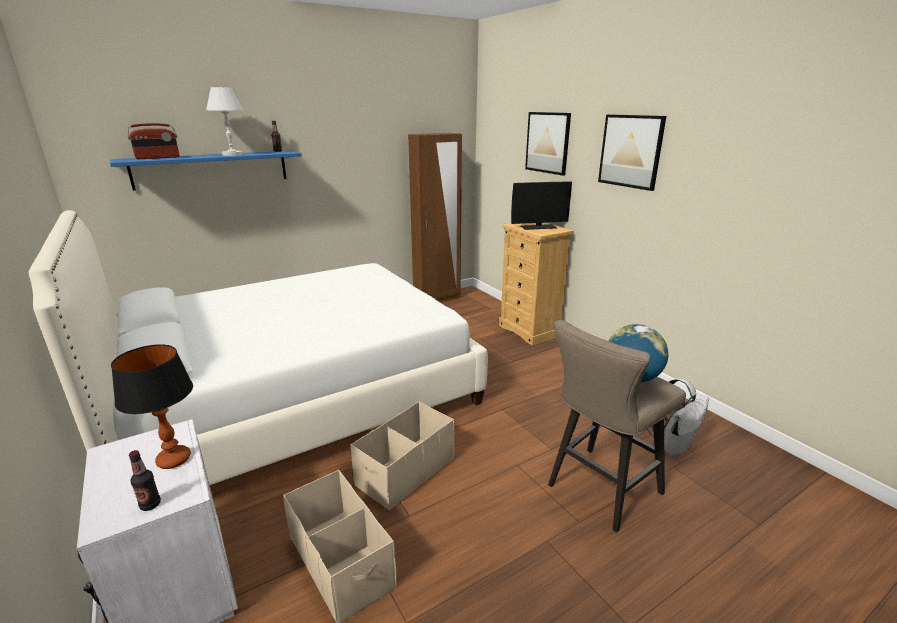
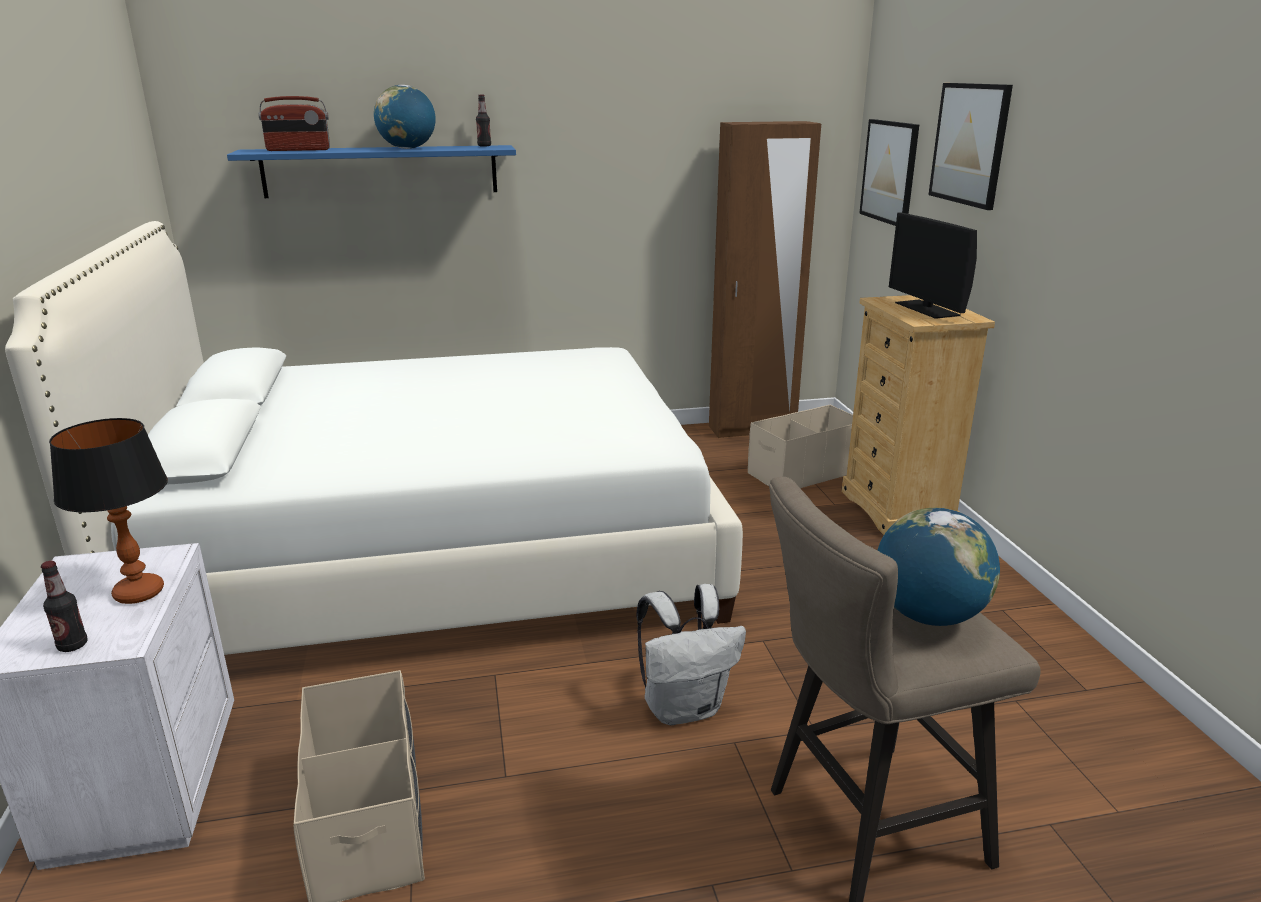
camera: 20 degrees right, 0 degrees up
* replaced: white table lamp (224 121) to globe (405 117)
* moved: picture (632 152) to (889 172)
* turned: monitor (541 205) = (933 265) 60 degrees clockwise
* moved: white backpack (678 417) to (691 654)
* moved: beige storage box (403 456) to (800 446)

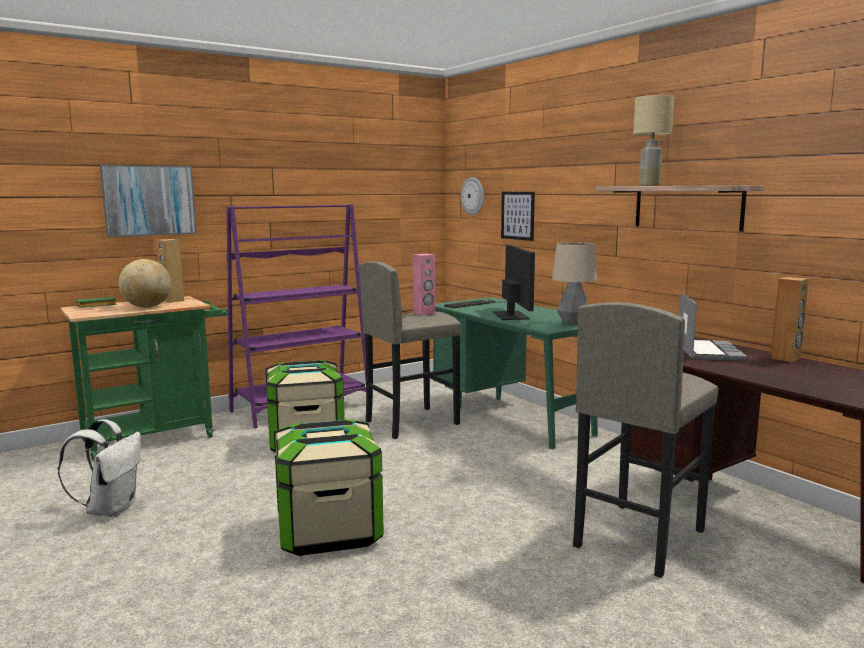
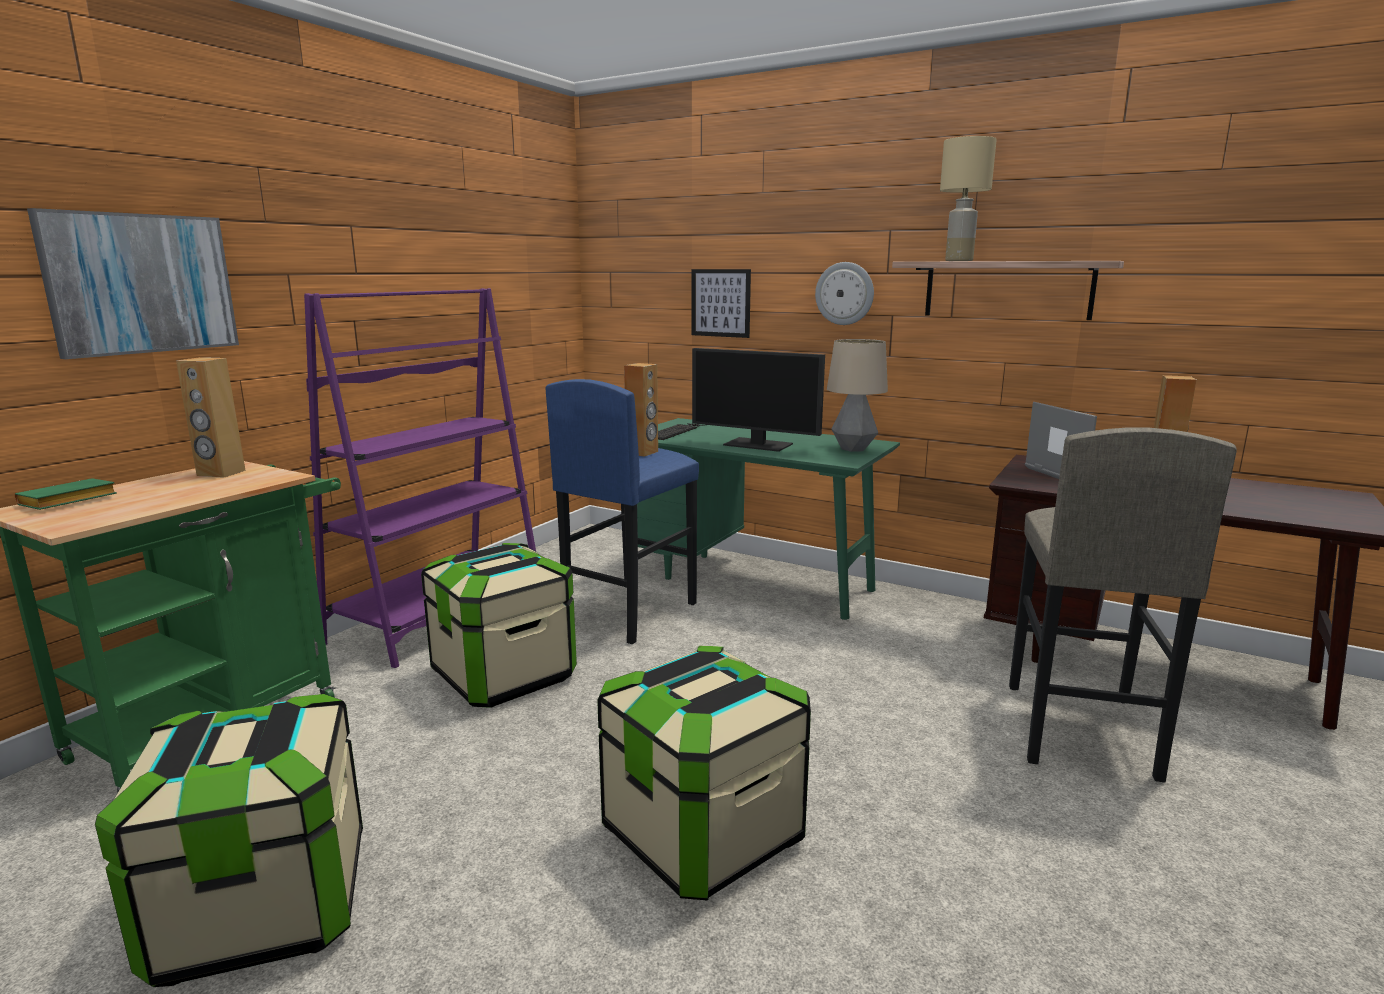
camera: 25 degrees left, 5 degrees up
* moved: wall clock (472 196) to (844 293)
* turned: monitor (514 282) = (758 400) 150 degrees clockwise
* recoloured: pink speaker (424 285) to brown speaker (641 410)
* removed: globe (145 283)
* recoloured: grey stool (410 350) to blue stool (622 511)
* replaced: white backpack (99 468) to storage box (229 840)

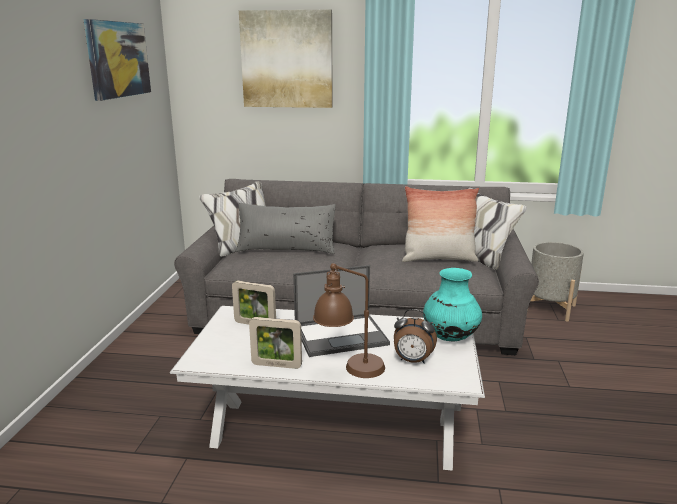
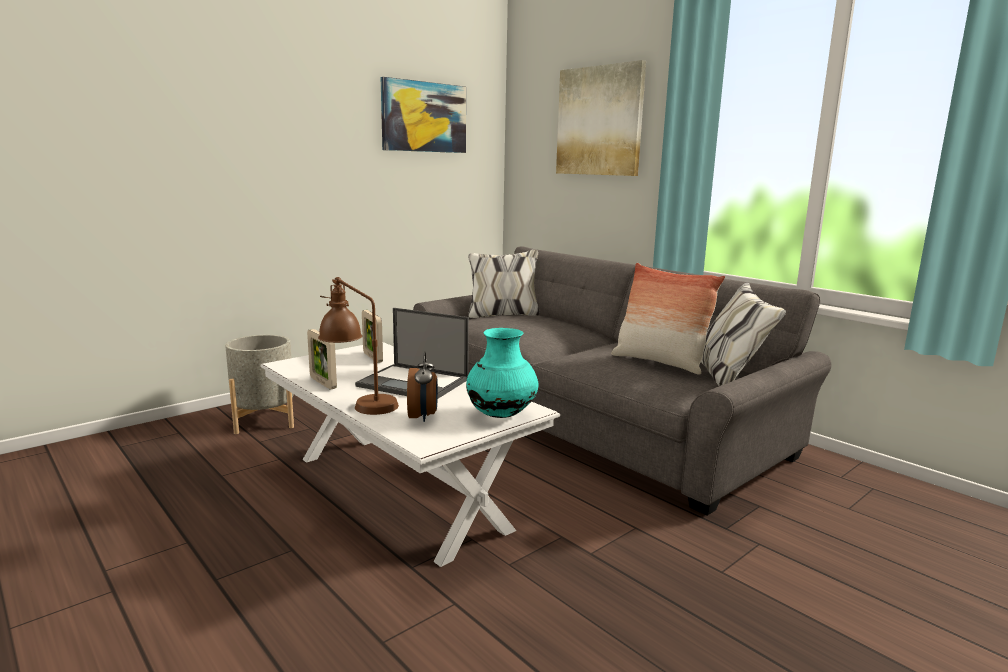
camera: 40 degrees right, 5 degrees down
* removed: grey pillow (286 228)
* moved: grey planter (555 282) to (259 384)
* turned: alarm clock (415 336) = (422 386) 150 degrees counterclockwise

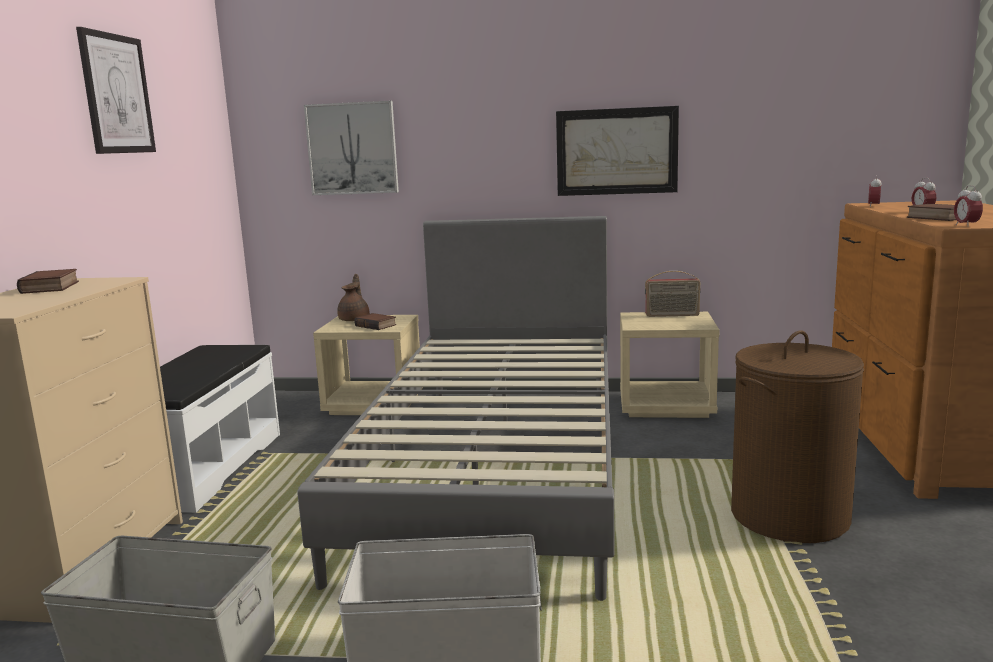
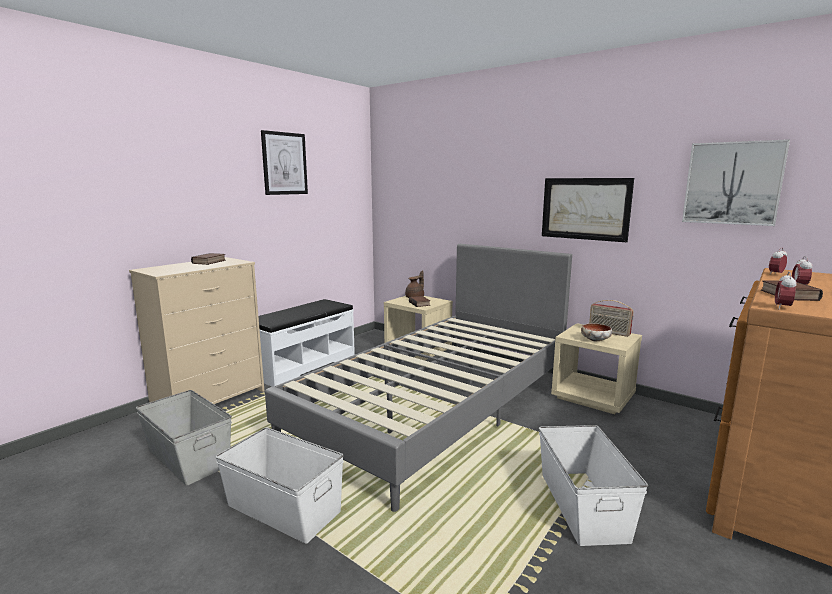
camera: 30 degrees right, 0 degrees up
* moved: picture (351 148) to (736 182)
* replaced: brown laundry basket (797 436) to white storage box (593 485)
* added: bowl (596 332)

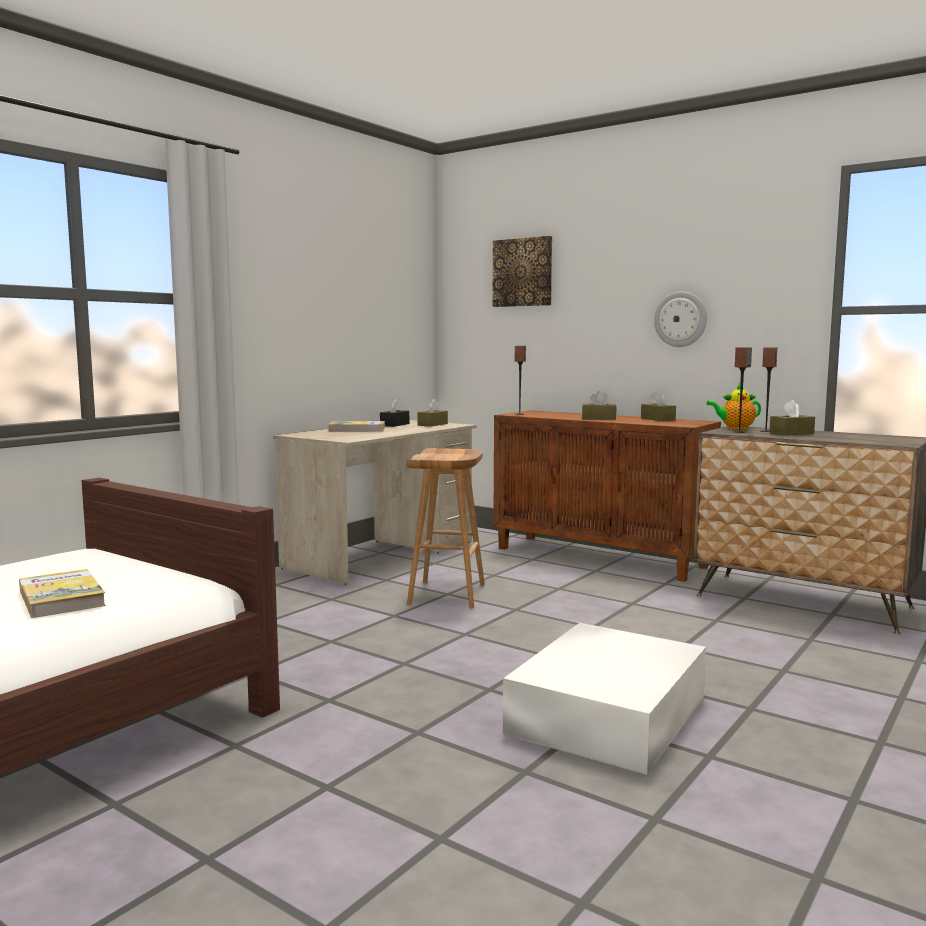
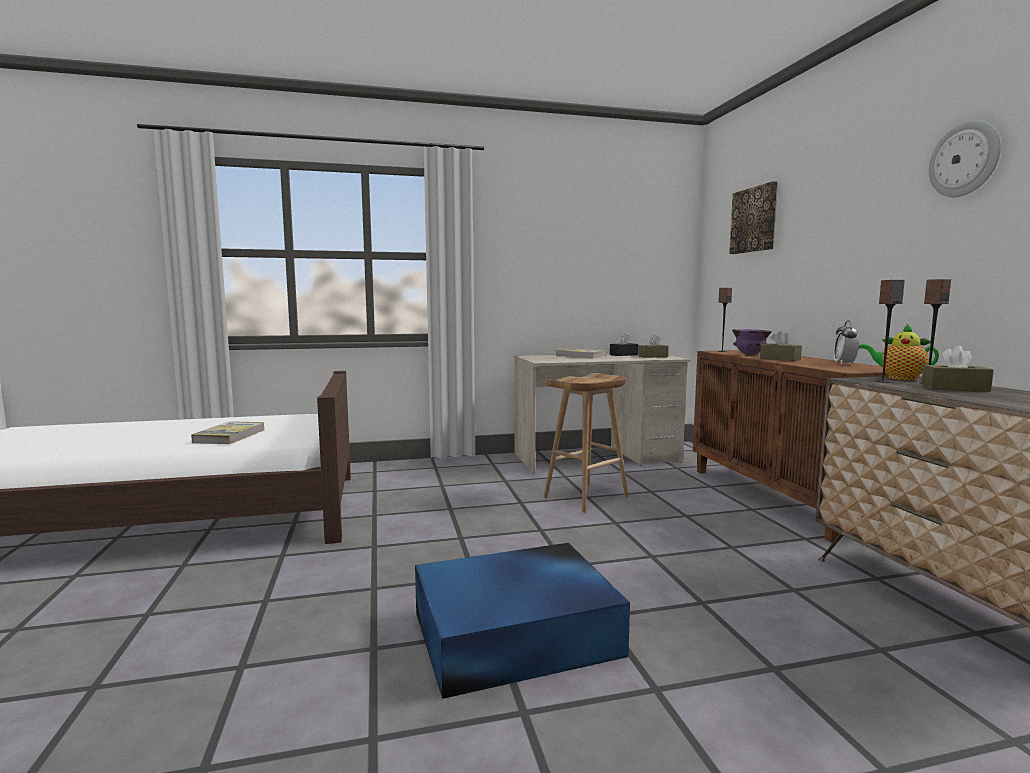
camera: 40 degrees right, 0 degrees up
* moved: wall clock (680 319) to (965 158)
* replaced: brown tissue box (658 406) to alarm clock (846 343)
* recoloured: white storage box (604 699) to blue storage box (522 621)
* added: purple bowl (752 342)

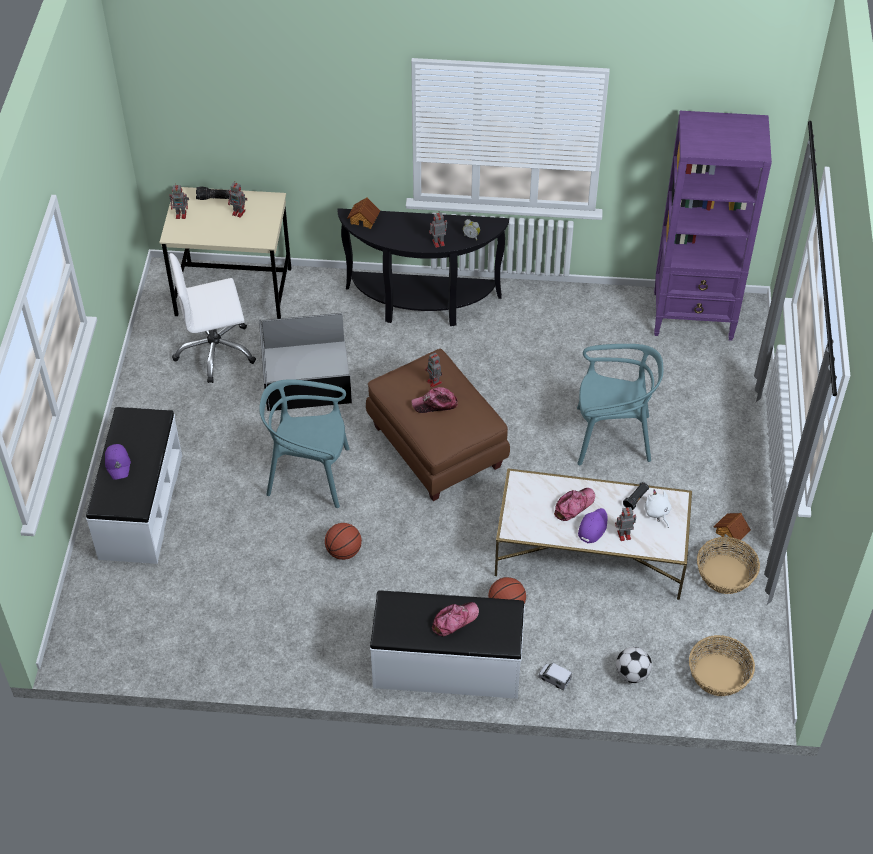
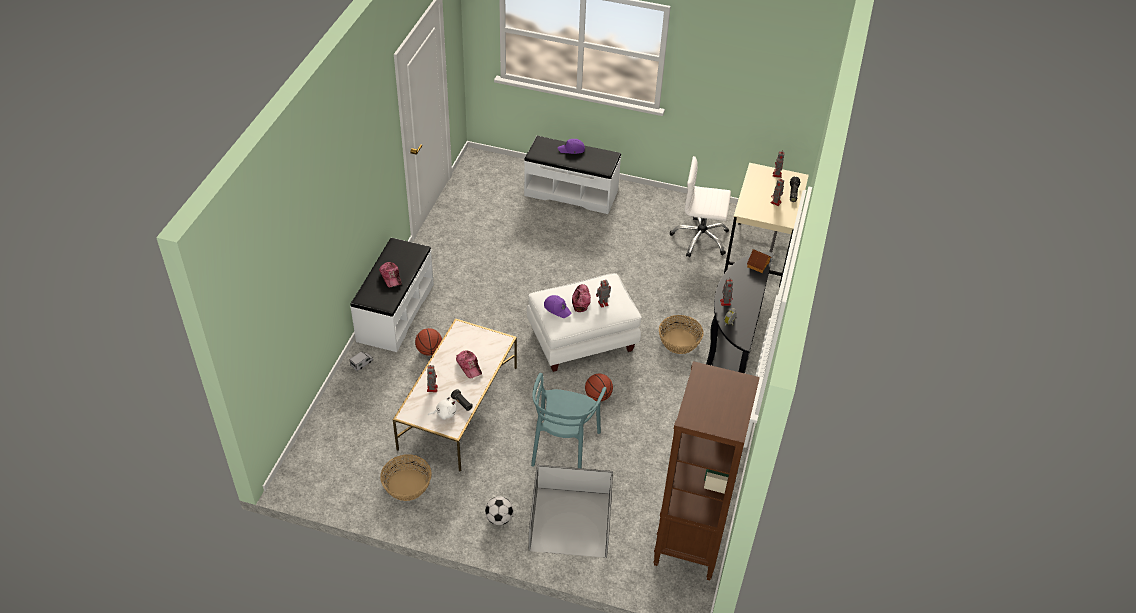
camera: 100 degrees right, 5 degrees down
* recoloured: purple bookcase (713 226) to brown bookcase (706 470)
* turned: white office chair (212 318) = (700 206) 75 degrees counterclockwise
* moved: black storage box (306 362) to (571 511)
* recoloured: brown ottoman (438 425) to white ottoman (584 322)
* removed: turquoise chair (304 443)
* moved: purple cap (593 525) to (558 306)
* removed: toy house (732 529)
* moved: basketball (343 541) to (599 387)
* moved: basket (722 665) to (681 334)
* moved: football (634 665) to (499 510)

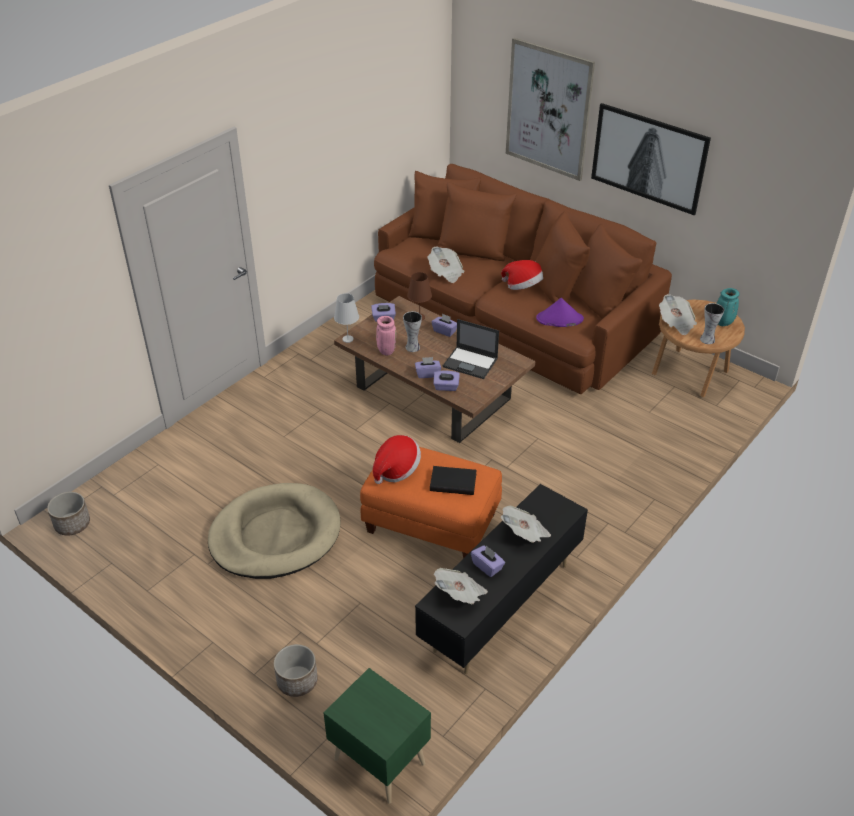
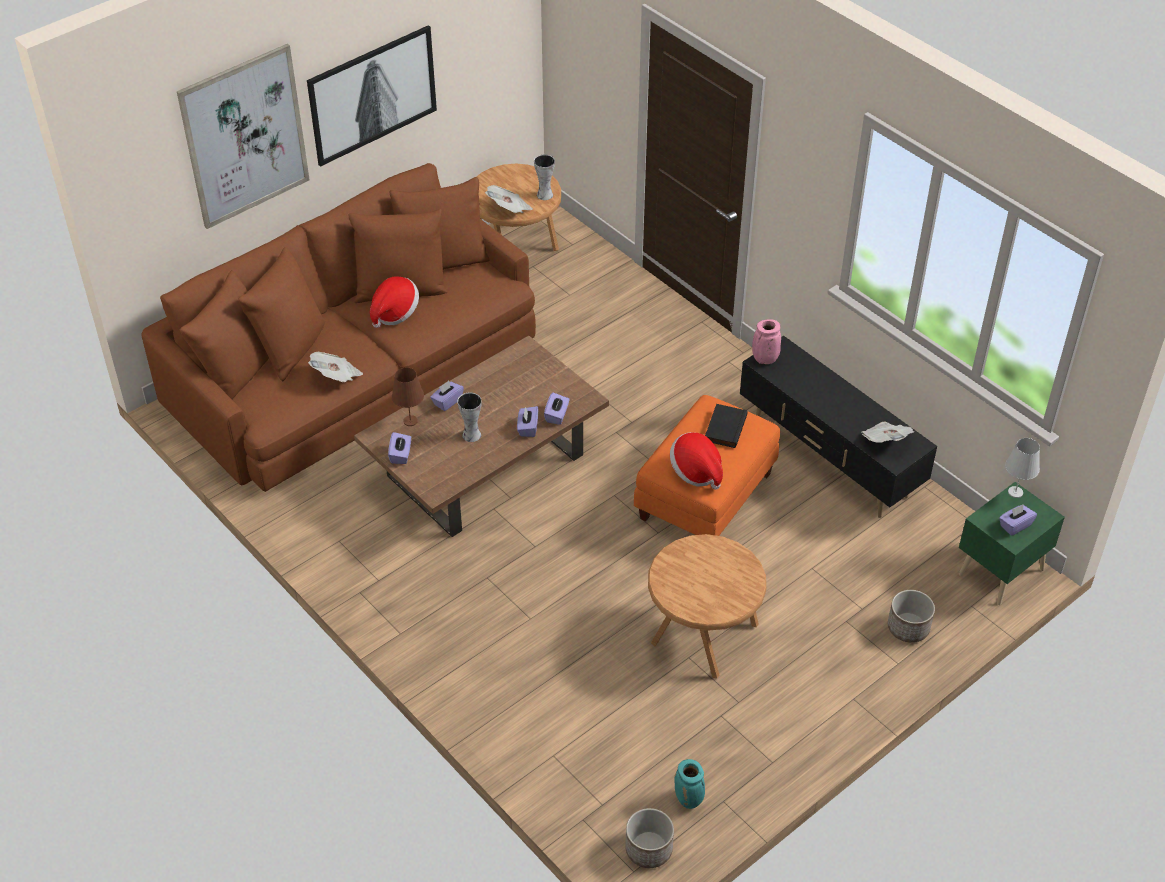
camera: 80 degrees left, 5 degrees up
* moved: turquoise vase (728 307) to (689 784)
* moved: white table lamp (346 318) to (1022 468)
* removed: purple hat (560 312)
* moved: pink vase (386 335) to (766 341)
* removed: laptop (471 349)
* replaced: beige dog bed (274 531) to brown side table (707 606)
* removed: newspaper (525 524)
* moved: purple tissue box (488 561) to (1018 520)

